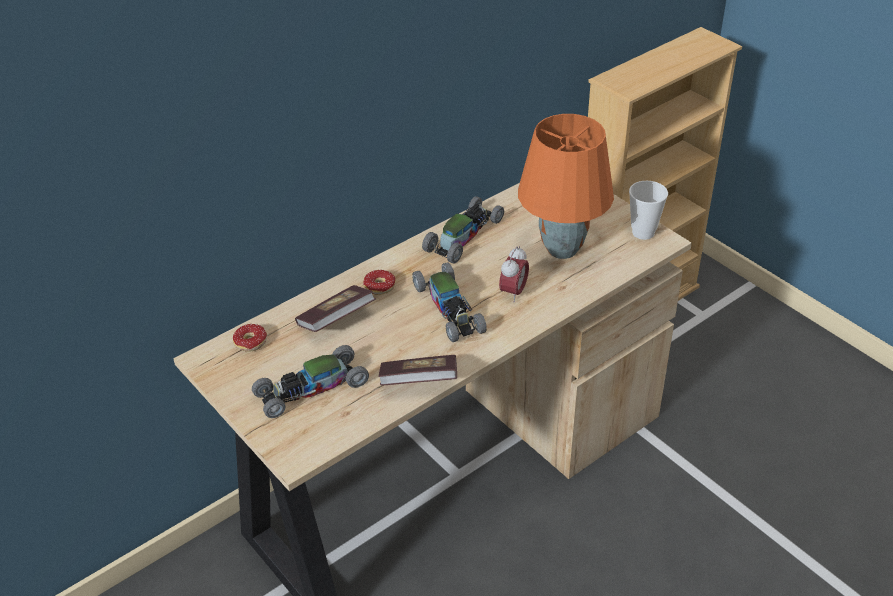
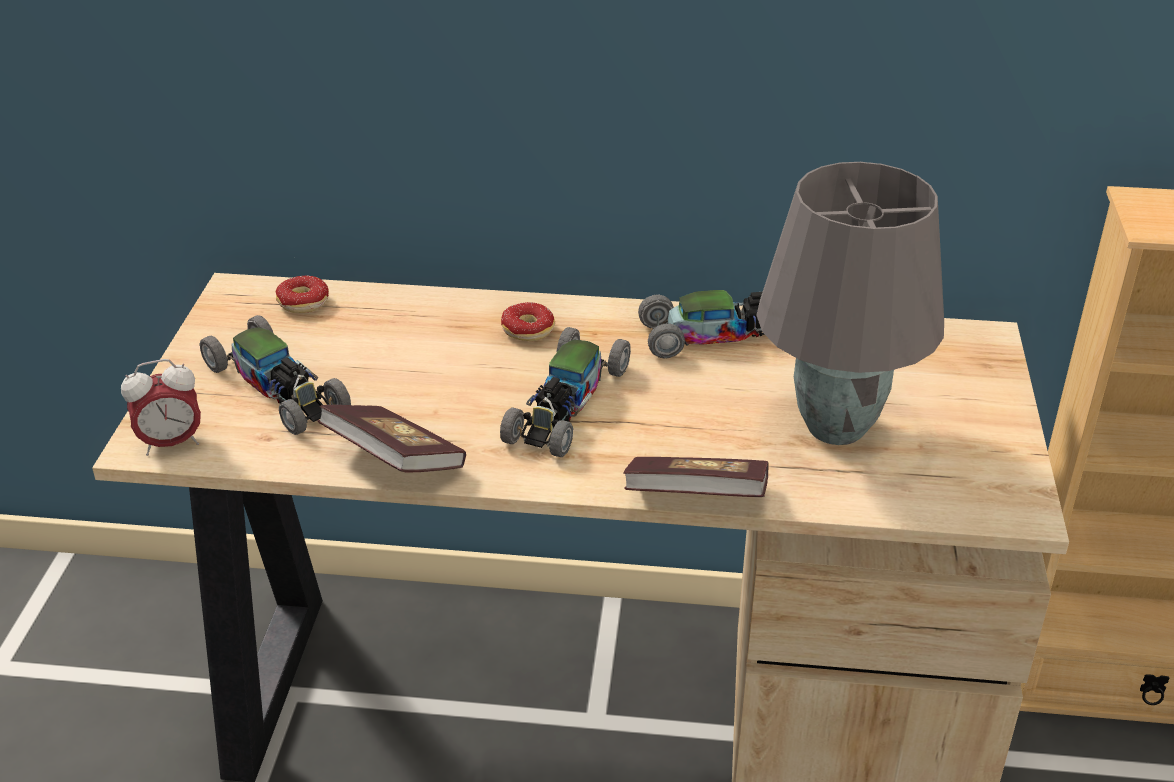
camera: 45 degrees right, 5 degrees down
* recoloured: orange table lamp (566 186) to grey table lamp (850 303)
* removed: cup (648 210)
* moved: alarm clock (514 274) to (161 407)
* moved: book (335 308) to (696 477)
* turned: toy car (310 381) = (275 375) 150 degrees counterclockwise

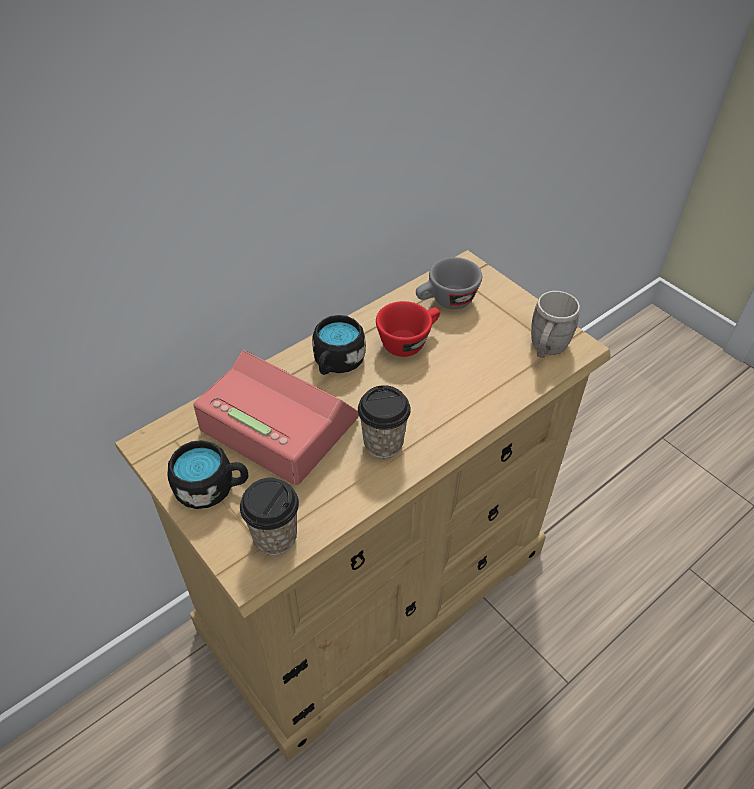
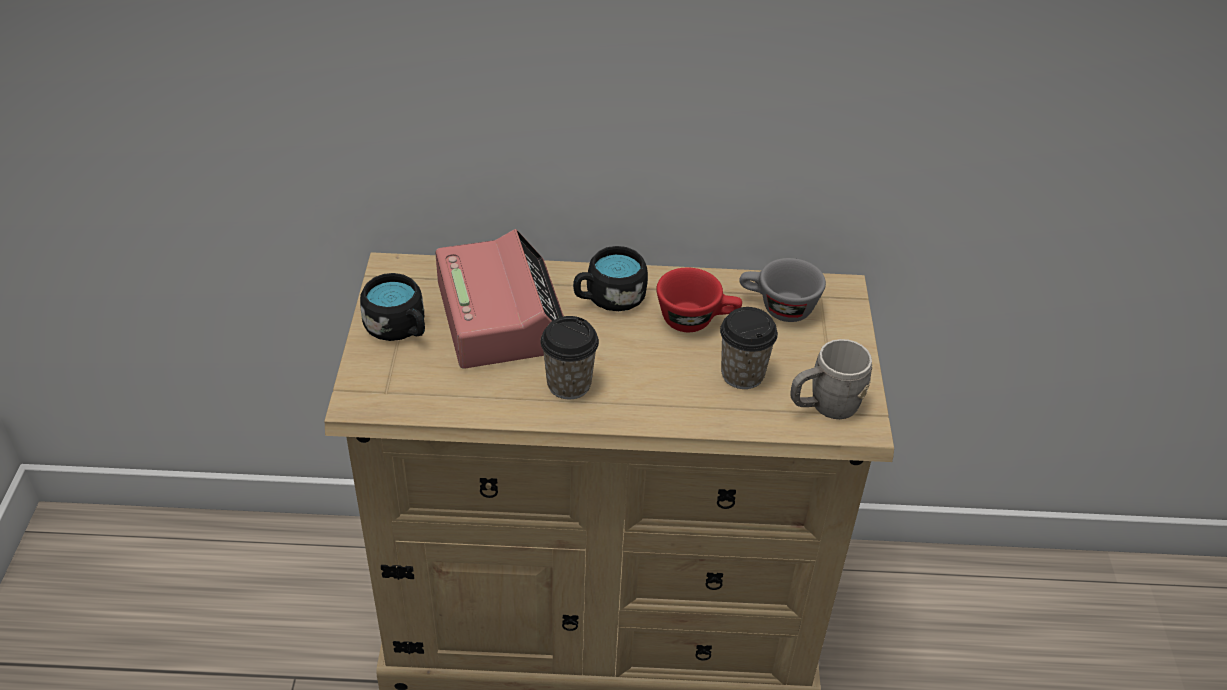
camera: 40 degrees right, 5 degrees down
* moved: cup (269 516) to (749 348)

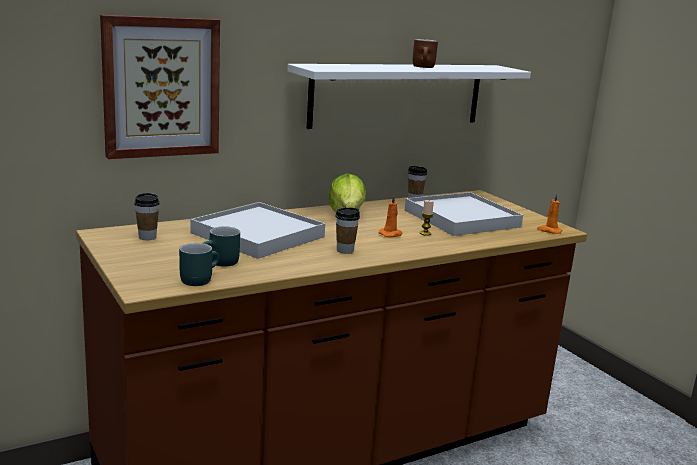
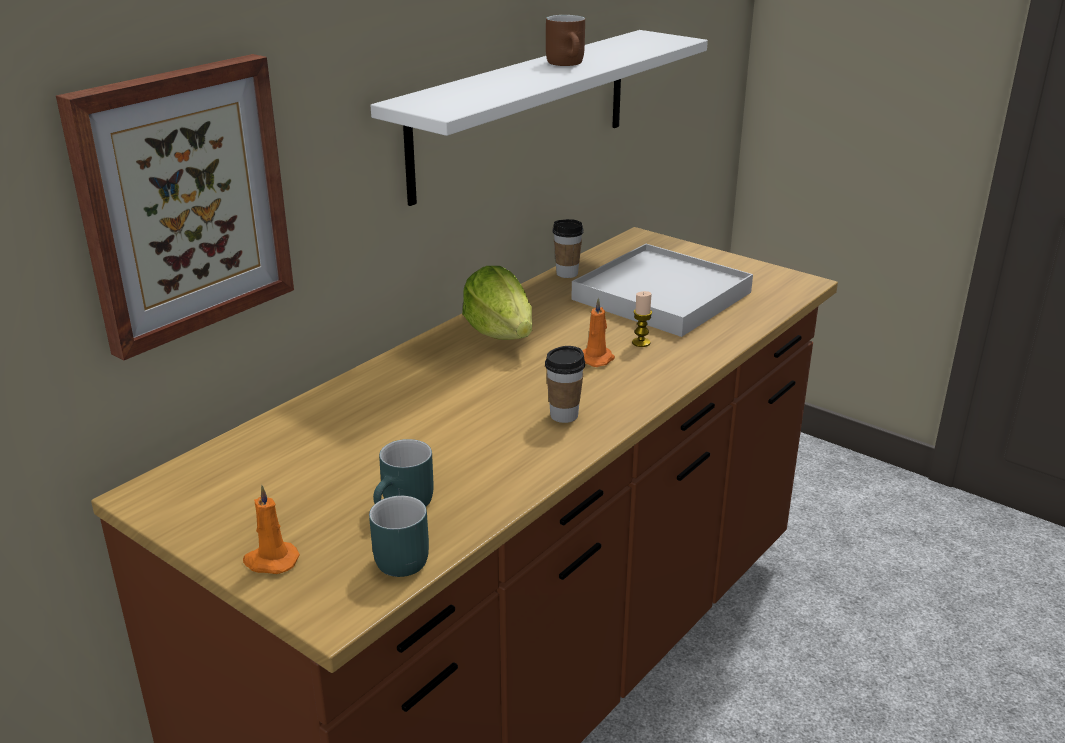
camera: 20 degrees left, 10 degrees up
* removed: cup (147 216)
* moved: orange candle (550 213) to (271 529)
* removed: white tray (258 230)

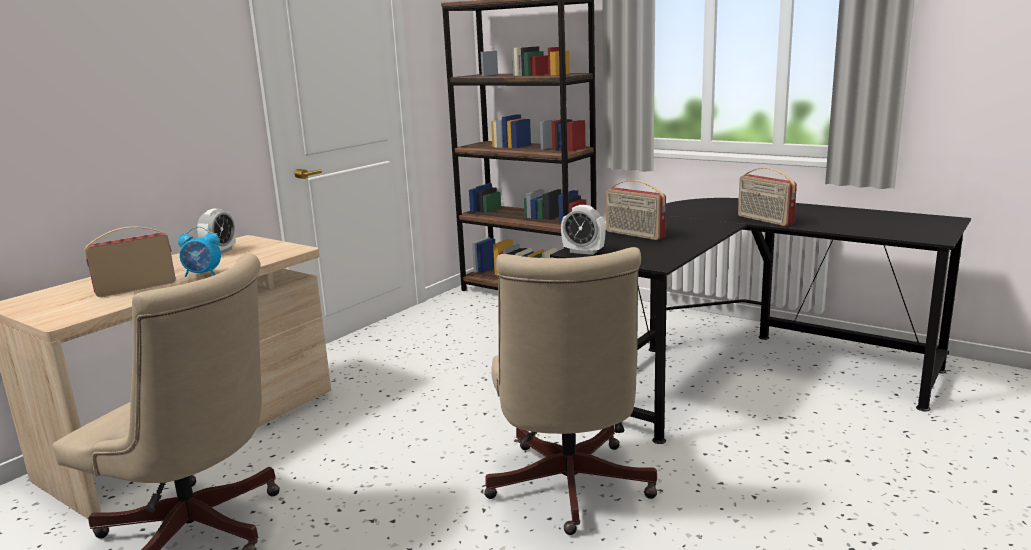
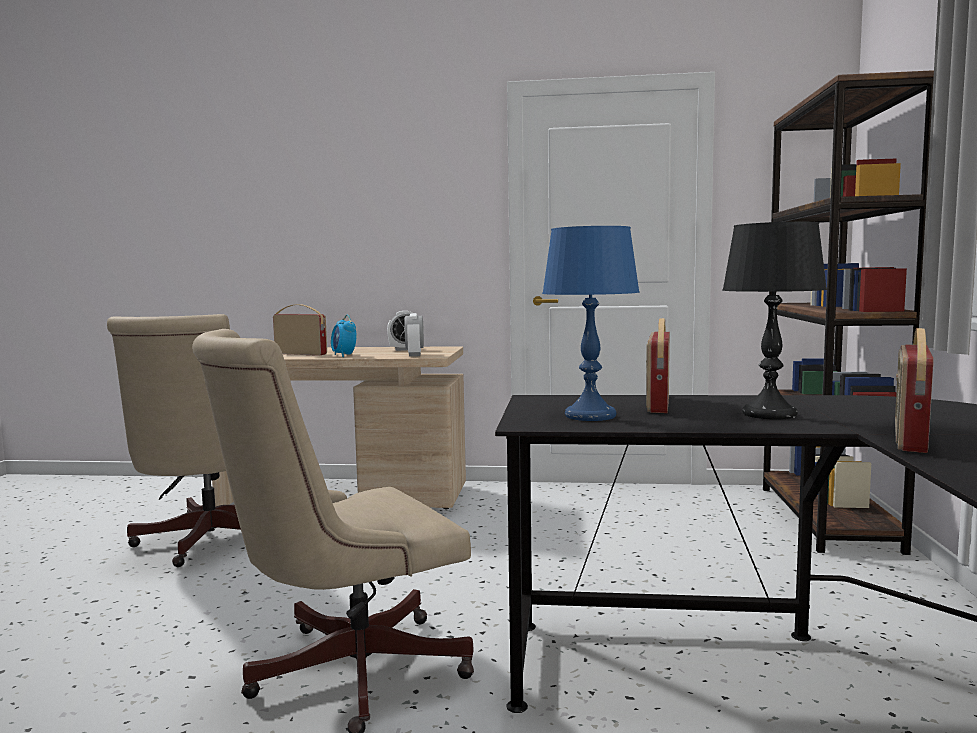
camera: 60 degrees right, 10 degrees down
* moved: alarm clock (583 230) to (414 335)
* added: black table lamp (774 321)
* added: blue table lamp (591 323)

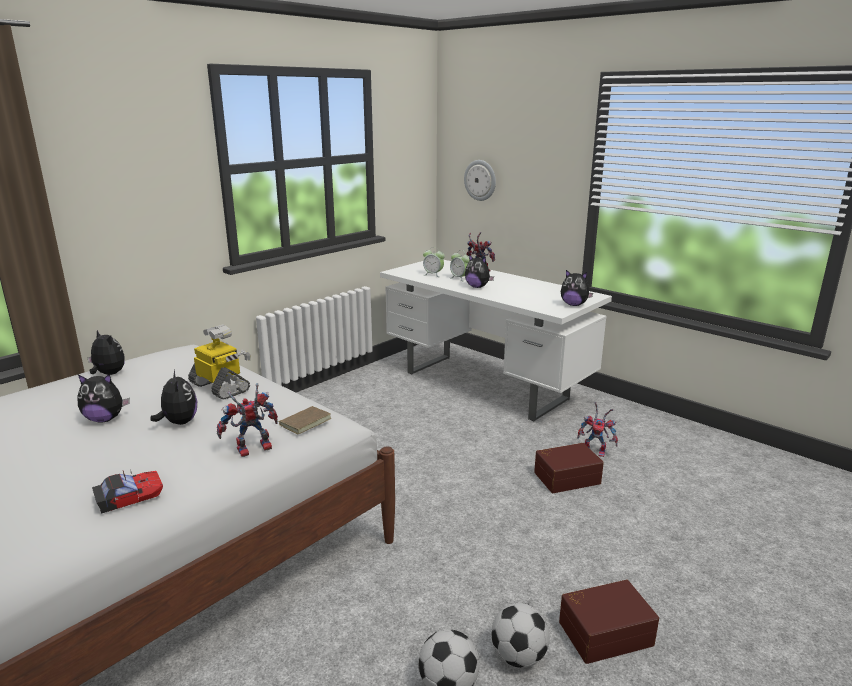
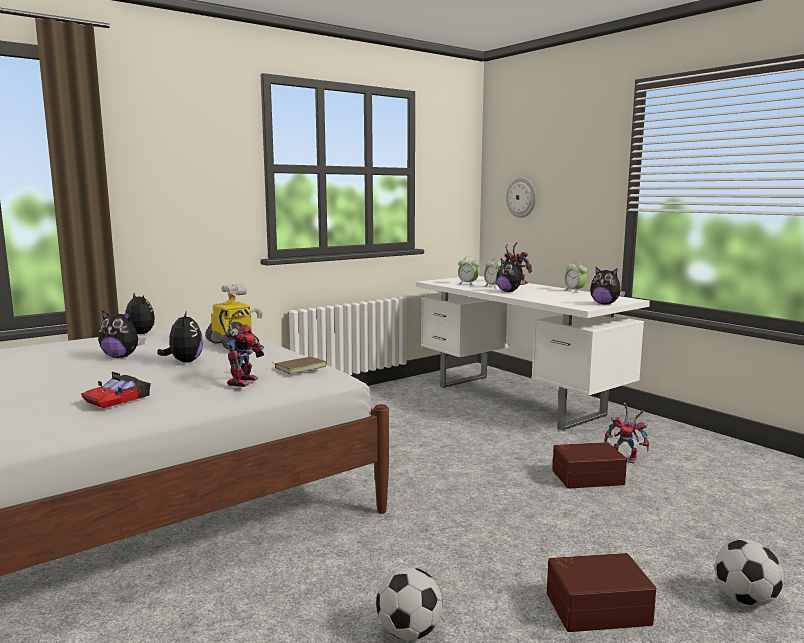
camera: 10 degrees right, 10 degrees down
* turned: toy robot (247 420) = (241 348) 120 degrees clockwise
* turned: toy car (127 492) = (116 390) 150 degrees clockwise
* moved: football (520 635) to (749 572)
* added: alarm clock (575 277)

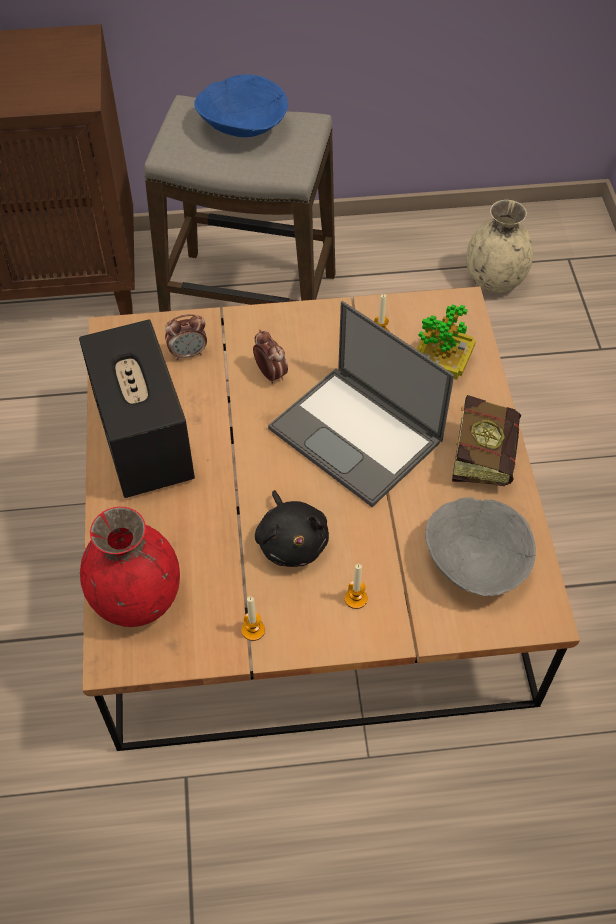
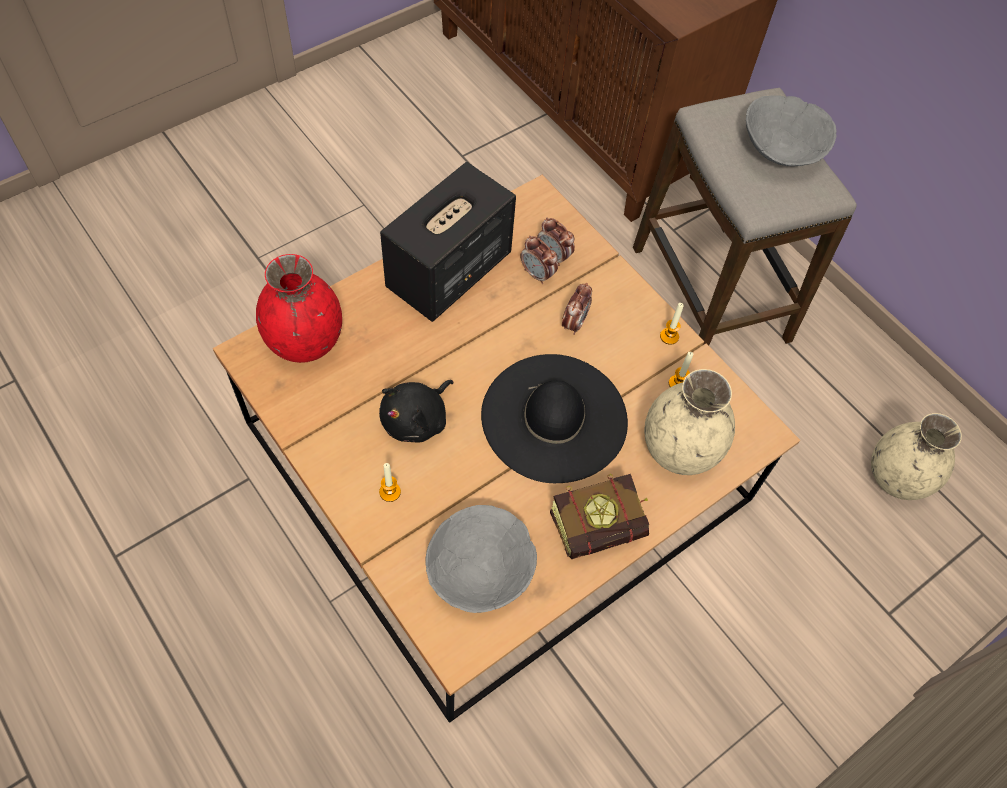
camera: 55 degrees right, 5 degrees up
* recoloured: blue bowl (241 105) to grey bowl (791 130)
* replaced: laptop (361 404) to black hat (554 418)
* replaced: potted plant (446 342) to beige vase (689 422)
* moved: candle (253 618) to (672 324)
* added: alarm clock (539 260)

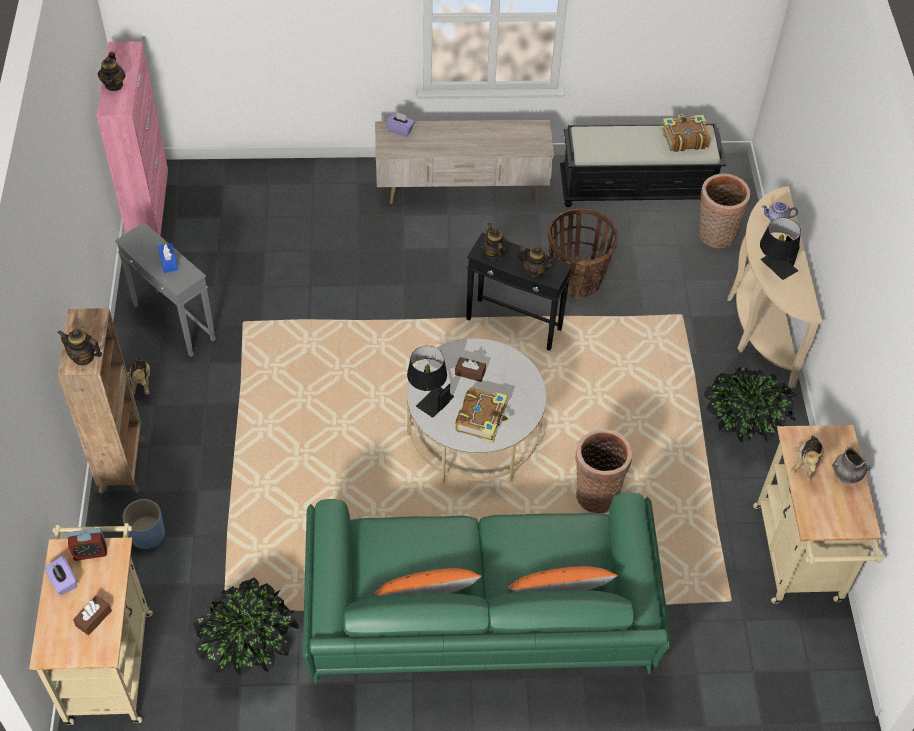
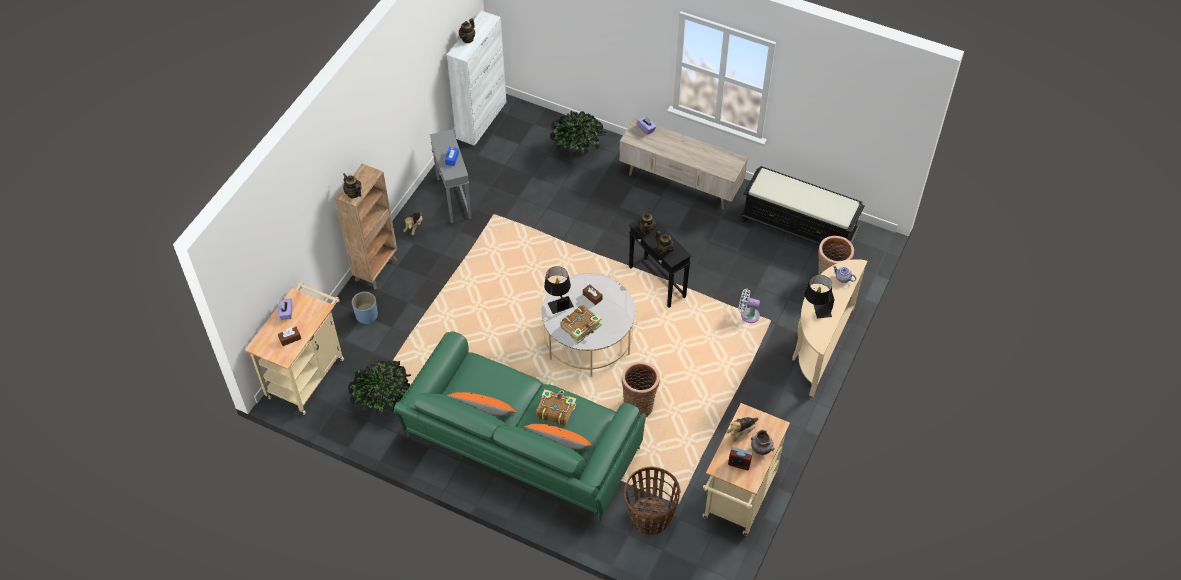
camera: 30 degrees right, 0 degrees up
* recoloured: pink cabinet (132 139) to white cabinet (477 78)
* moved: book (686 133) to (556 407)
* moved: basket (583 254) to (652 500)
* moved: potted plant (750 405) to (578 133)
* moved: alarm clock (87 544) to (740 458)
* added: white fan (749 306)

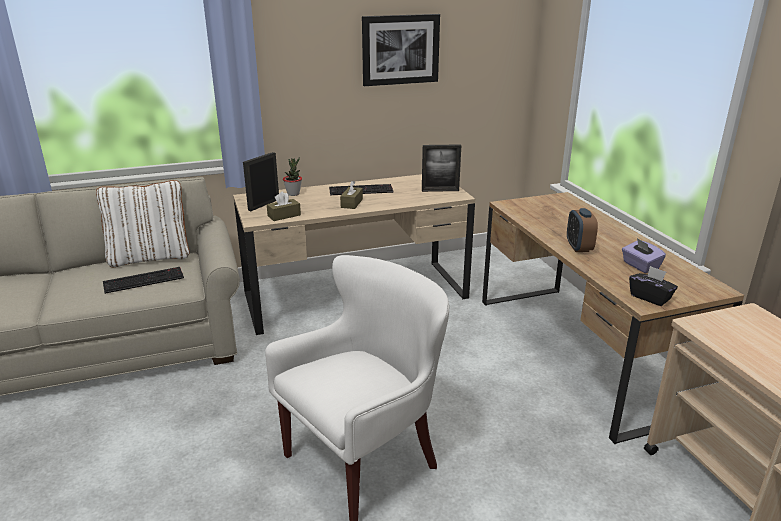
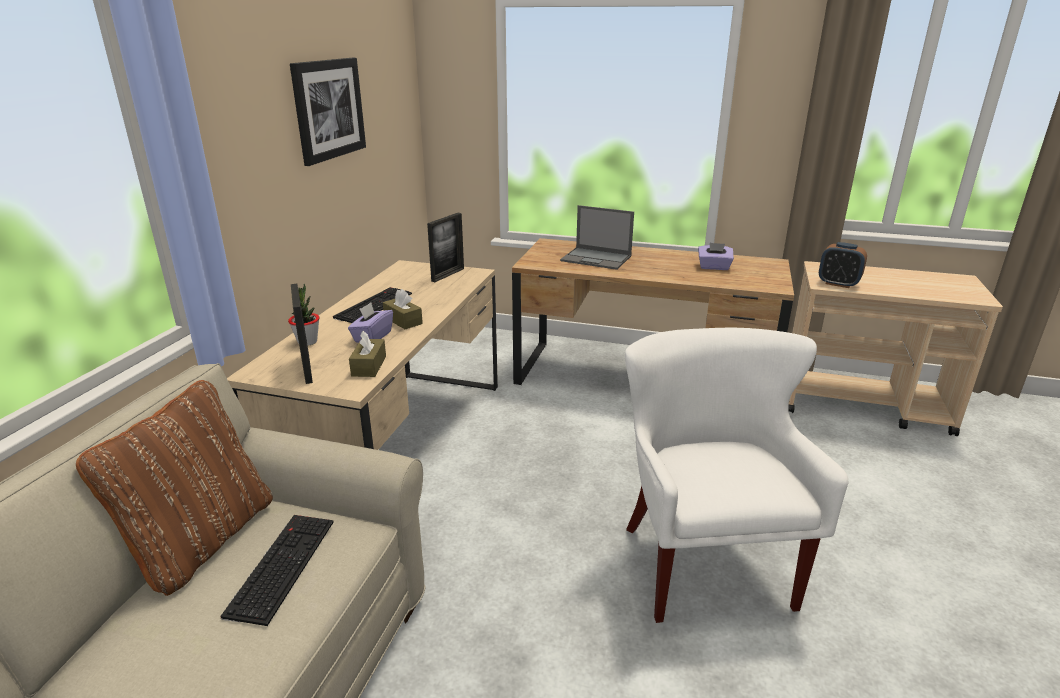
camera: 55 degrees left, 0 degrees up
* recoloured: white pillow (143 223) to brown pillow (174 488)
* moved: alarm clock (582 230) to (843 265)
* removed: black tissue box (653 286)
* added: laptop (597 237)
* added: purple tissue box (370 322)

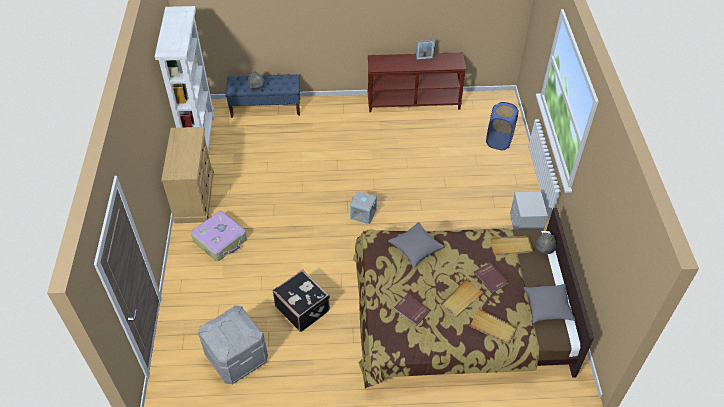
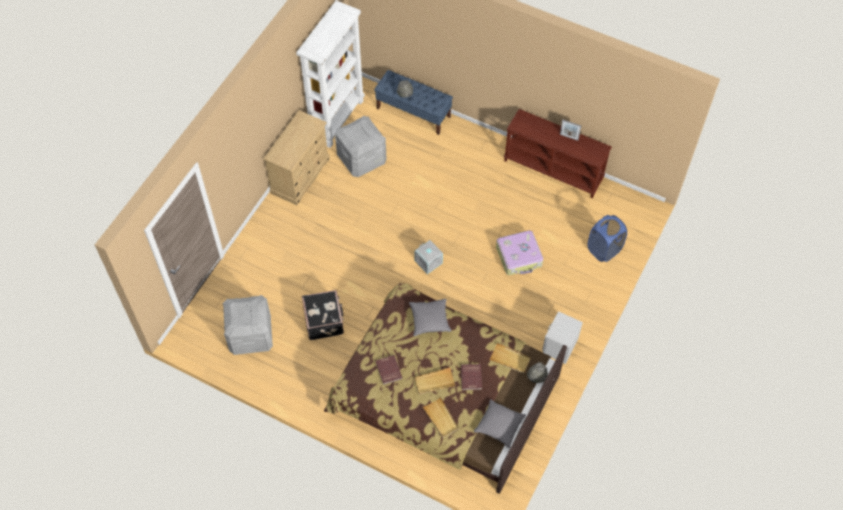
camera: 30 degrees right, 10 degrees up
* moved: suitcase (219 236) to (519 252)
* added: grey storage box (360 146)

